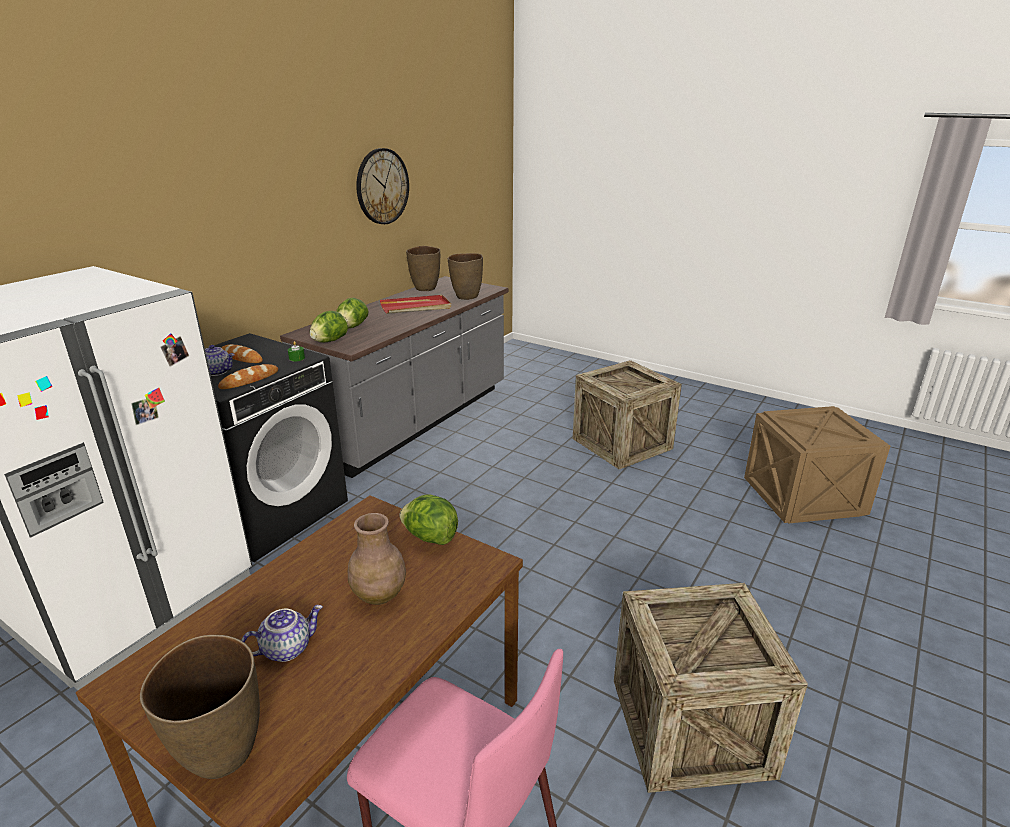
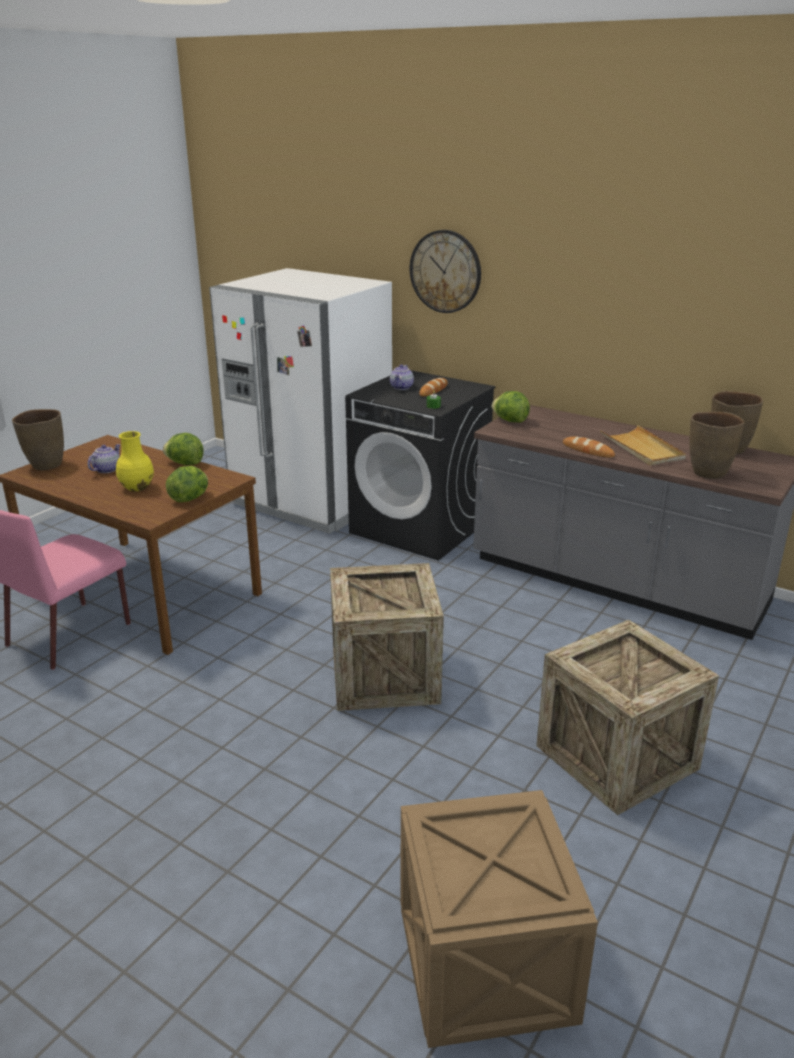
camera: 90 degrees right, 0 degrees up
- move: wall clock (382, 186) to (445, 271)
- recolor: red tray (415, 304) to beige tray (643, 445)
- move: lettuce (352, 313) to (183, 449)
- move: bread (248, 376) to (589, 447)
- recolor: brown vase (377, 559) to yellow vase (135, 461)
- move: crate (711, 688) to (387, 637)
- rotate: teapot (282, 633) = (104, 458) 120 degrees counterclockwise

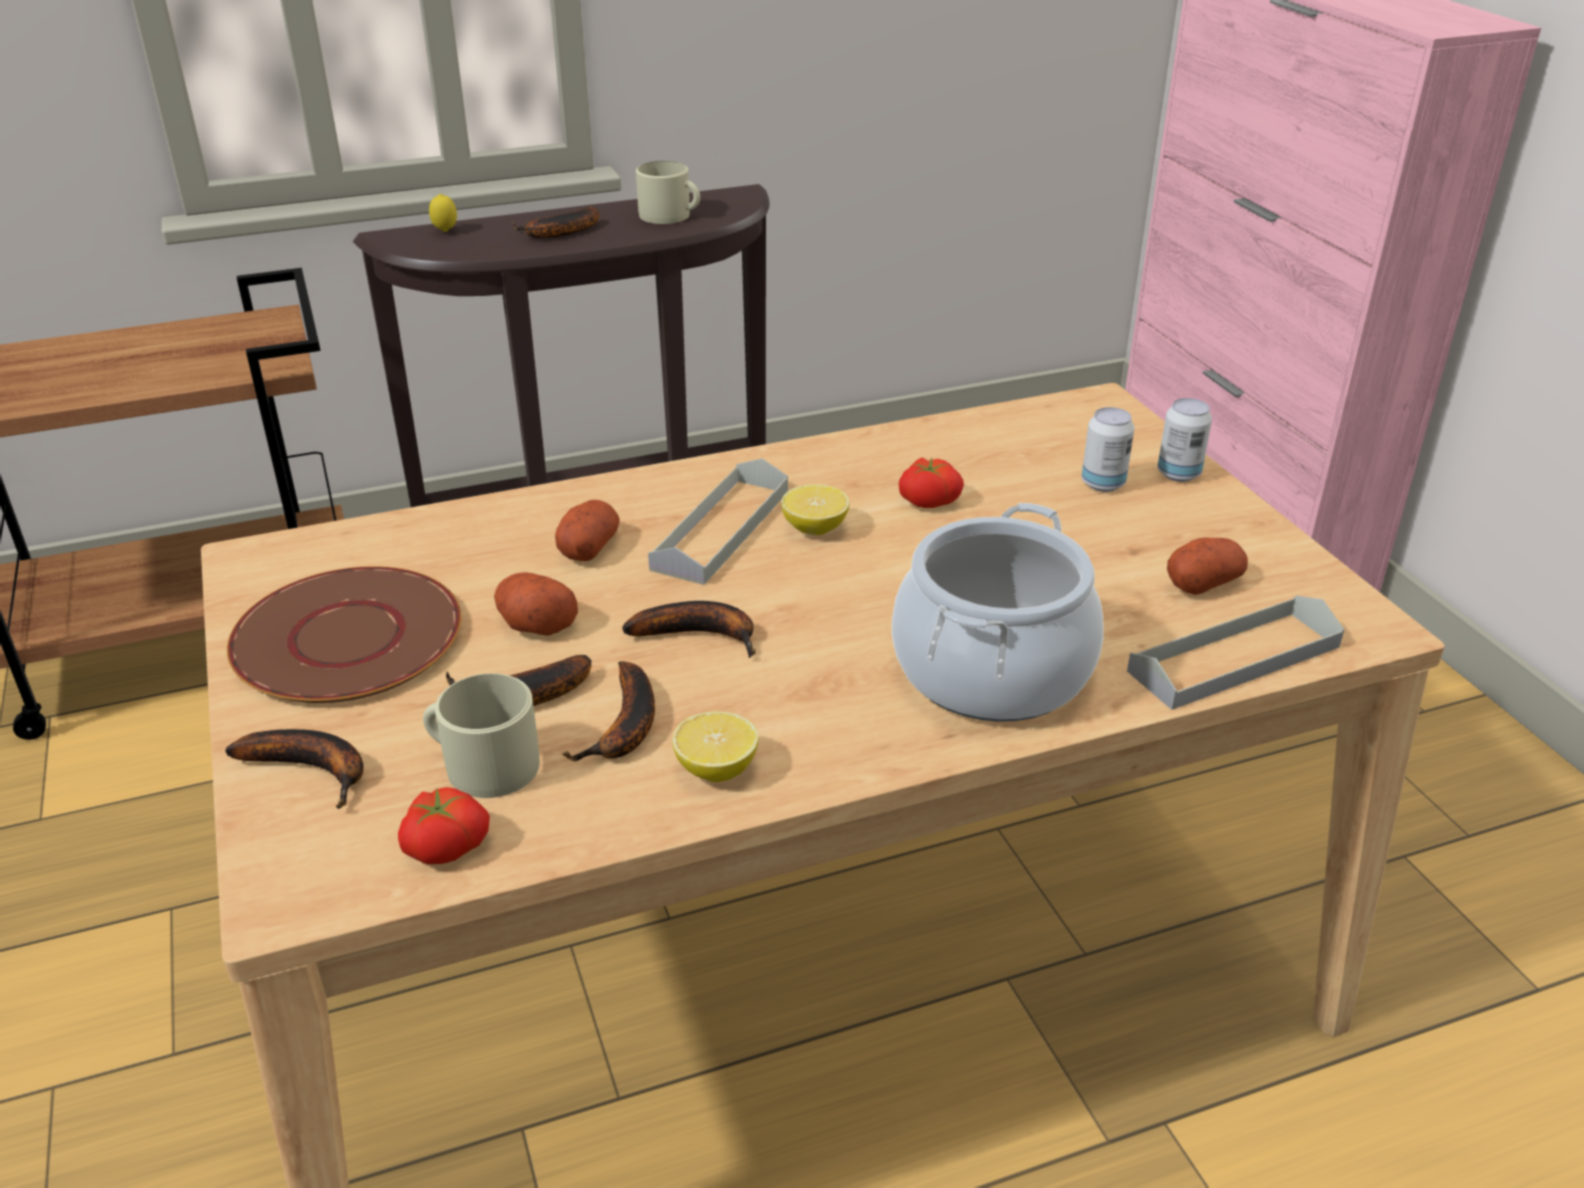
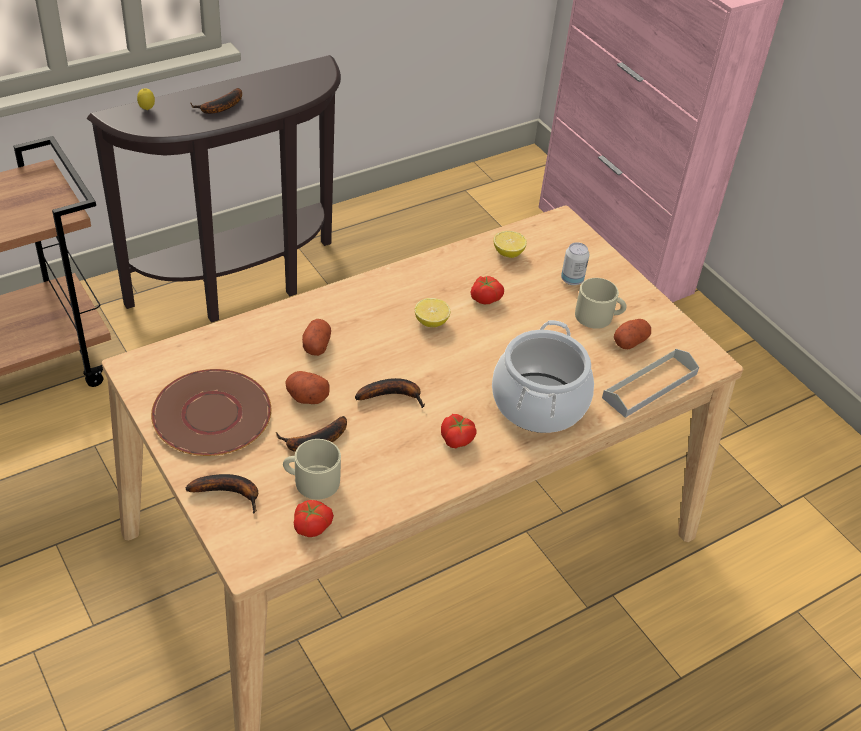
camera: 15 degrees left, 10 degrees up
- move: beige mug (668, 192) to (600, 303)
- delete: can (1184, 440)
- delete: grey tray (718, 521)
- delete: banana (608, 711)
- move: lemon (715, 746) to (510, 244)
- insert: tomato (459, 431)

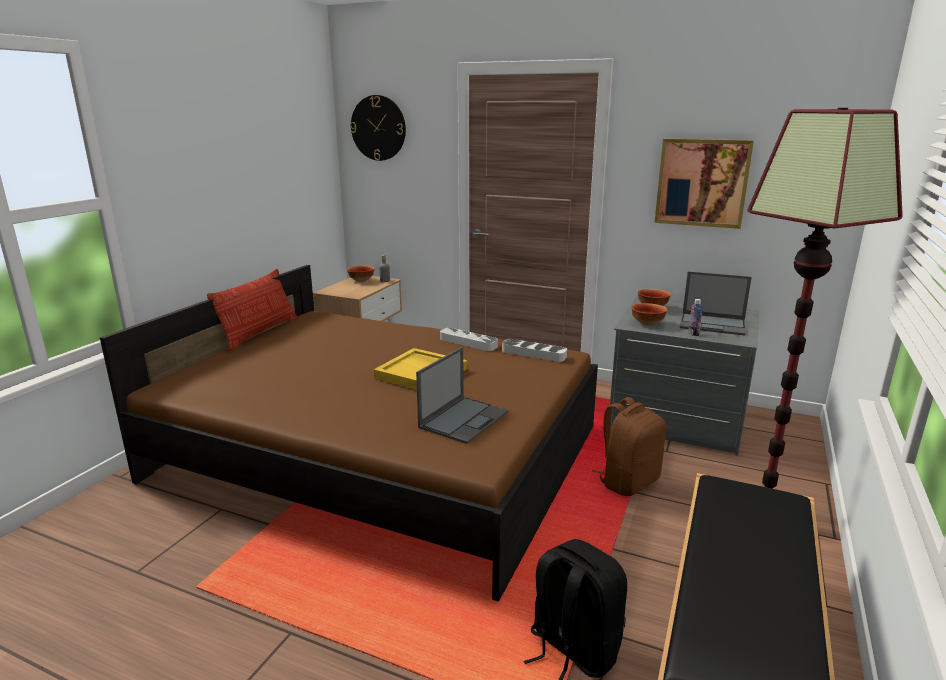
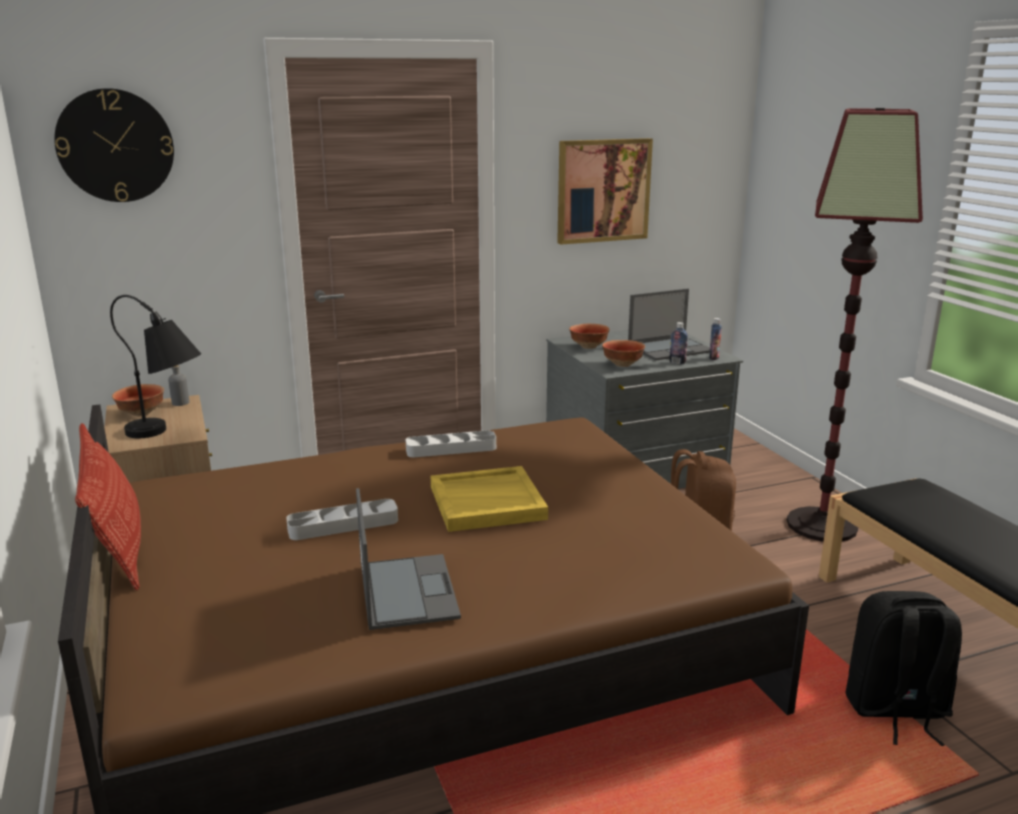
camera: 45 degrees left, 0 degrees up
- move: grey tray (534, 350) to (342, 519)
- move: laptop (462, 395) to (408, 559)
- insert: black table lamp (155, 366)
- insert: bottle (715, 339)

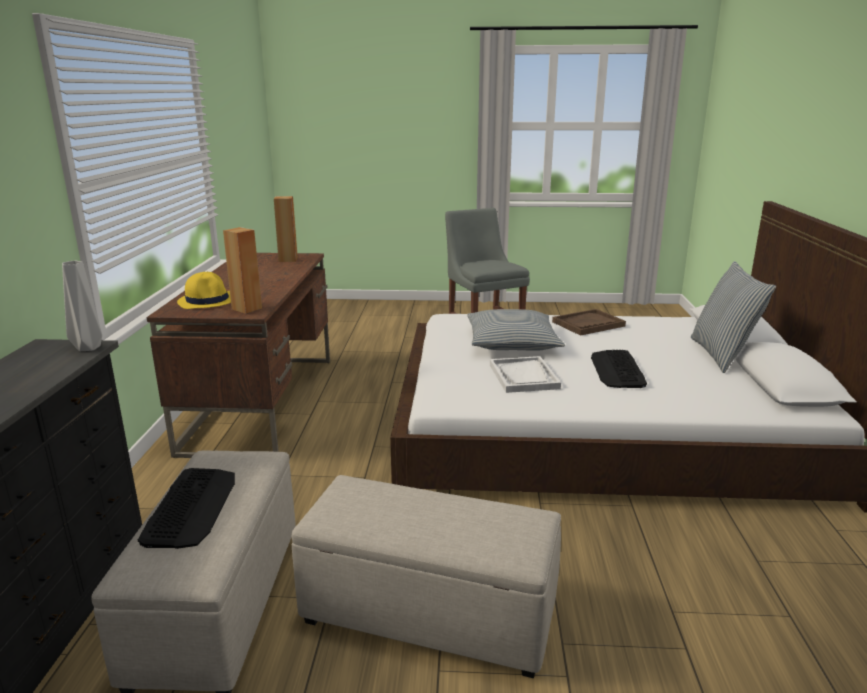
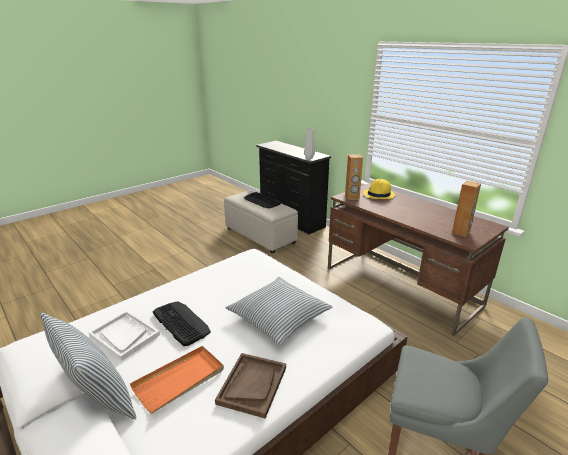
camera: 135 degrees right, 5 degrees up
- move: white tray (525, 374) to (124, 335)
- delete: beige ottoman (426, 576)
- insert: orange tray (177, 380)

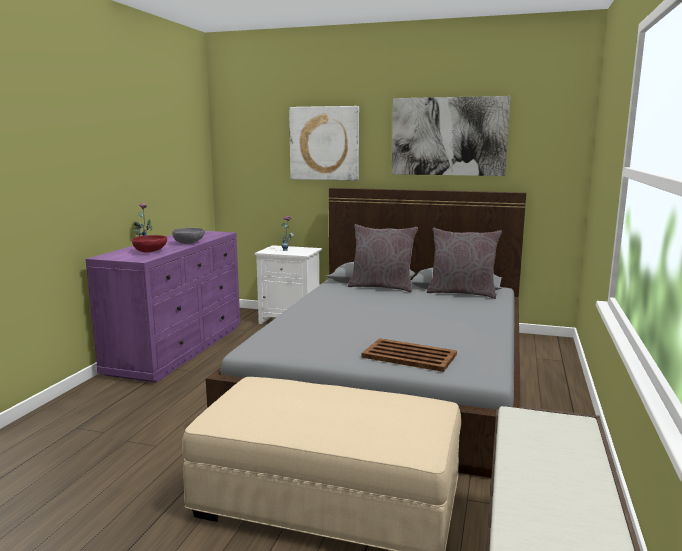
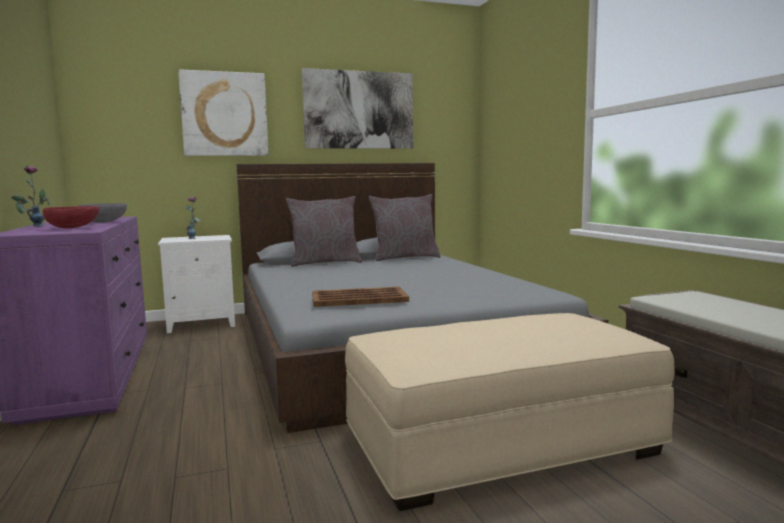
camera: 35 degrees left, 5 degrees down
- move: brown tray (409, 355) to (360, 297)

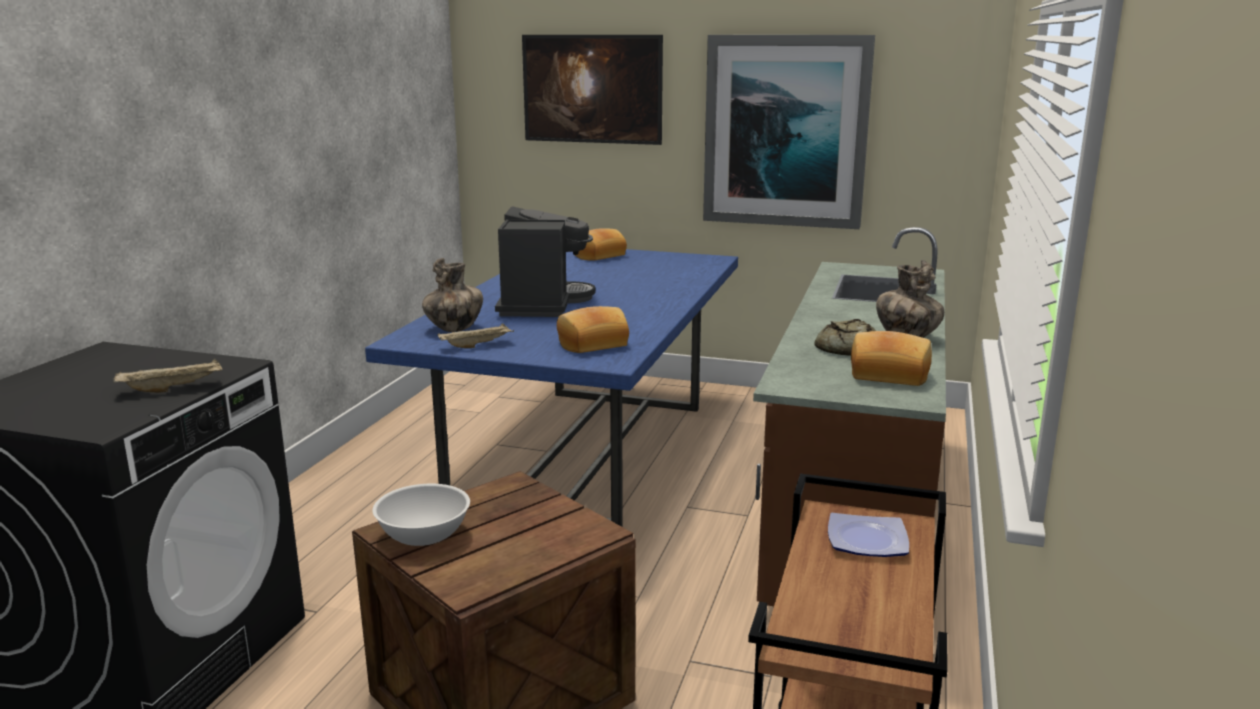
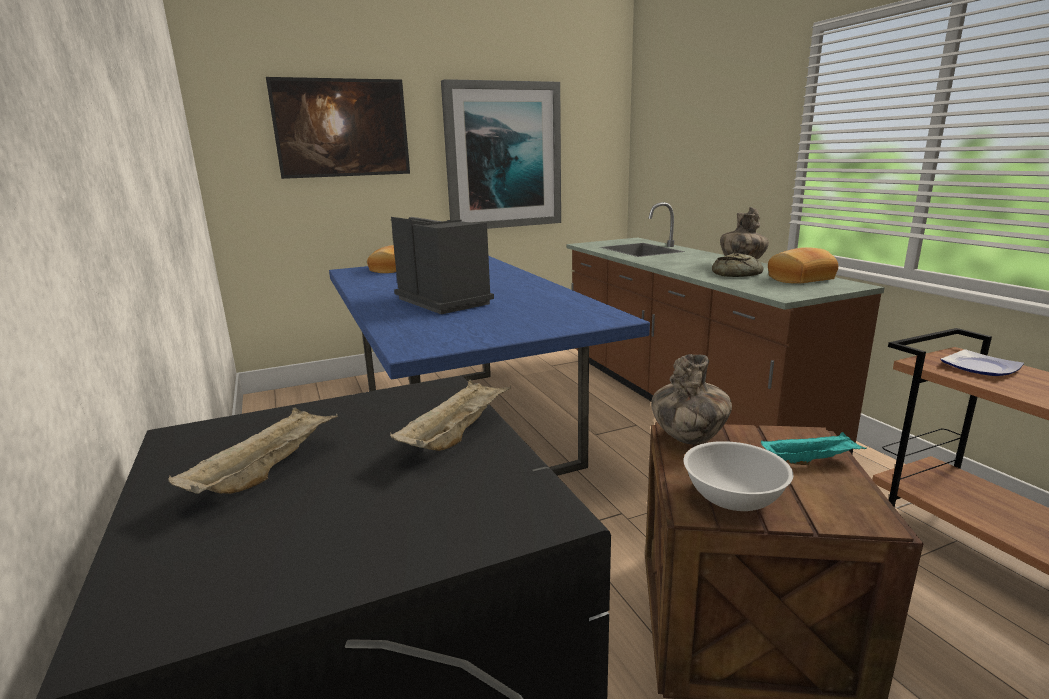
camera: 40 degrees left, 0 degrees up
- move: vase (452, 295) to (691, 399)
- delete: bread (593, 329)
- move: beige tray (475, 335) to (252, 450)
- insert: turquoise tray (814, 448)

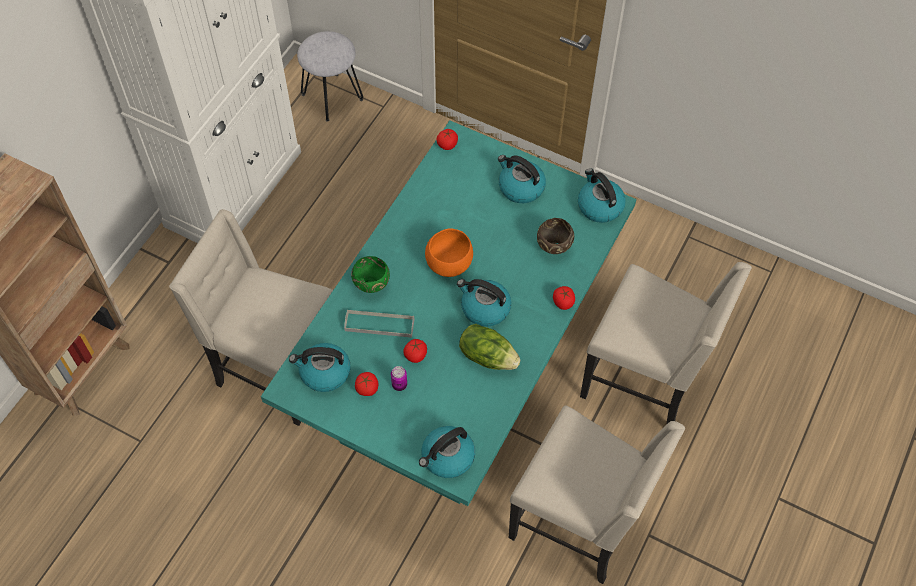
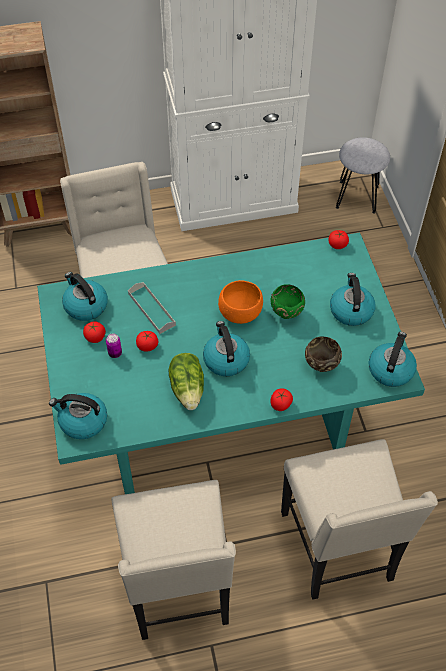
camera: 50 degrees right, 5 degrees down
- move: green bowl (370, 274) to (287, 301)

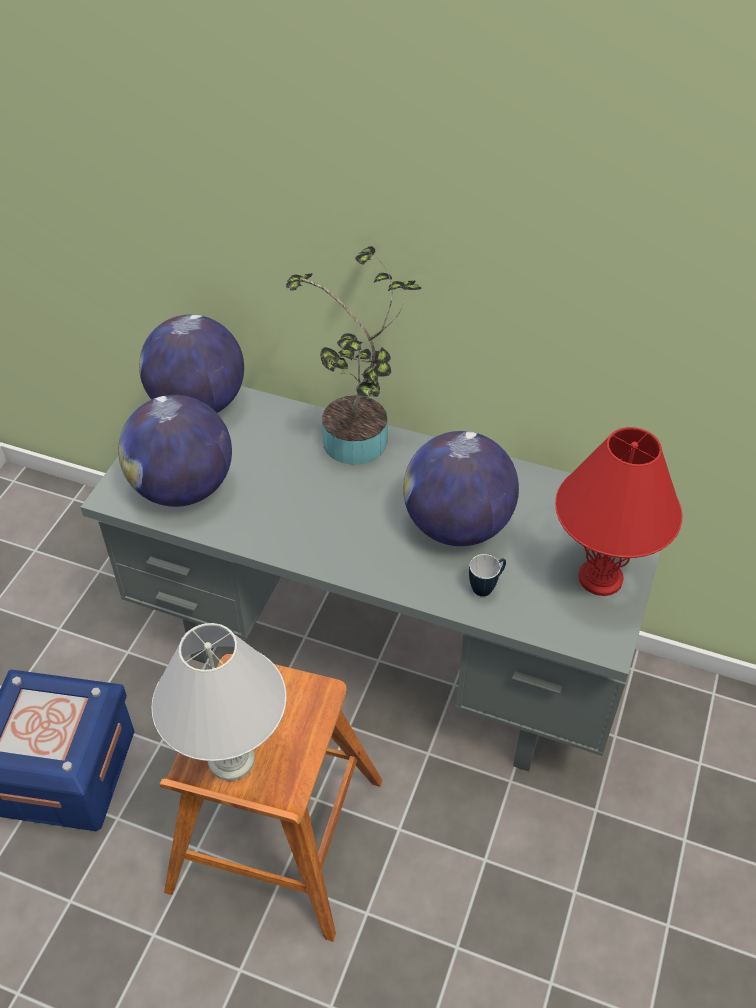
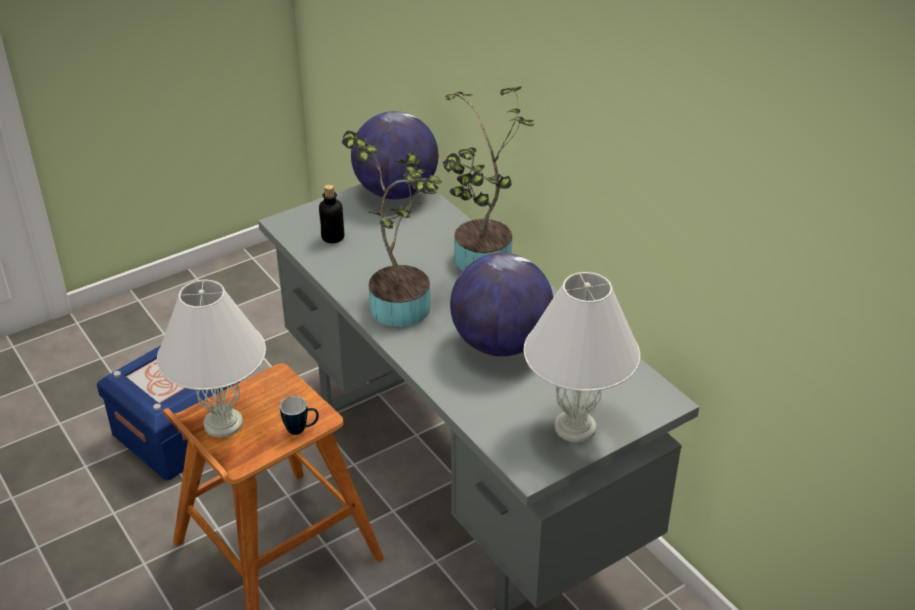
camera: 35 degrees right, 10 degrees down
- replace: globe (175, 451) to bottle (331, 213)
- recolor: red table lamp (618, 511) to white table lamp (582, 357)
- move: mug (487, 575) to (299, 415)
- insert: potted plant (392, 229)

